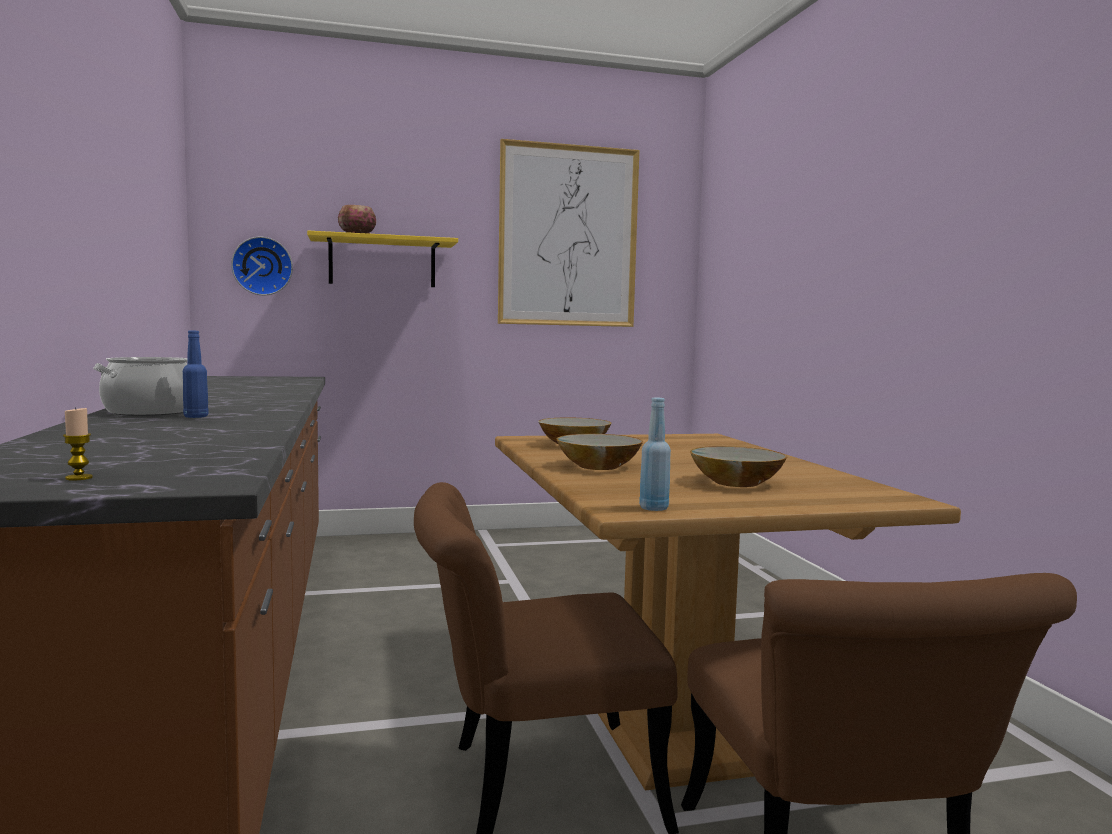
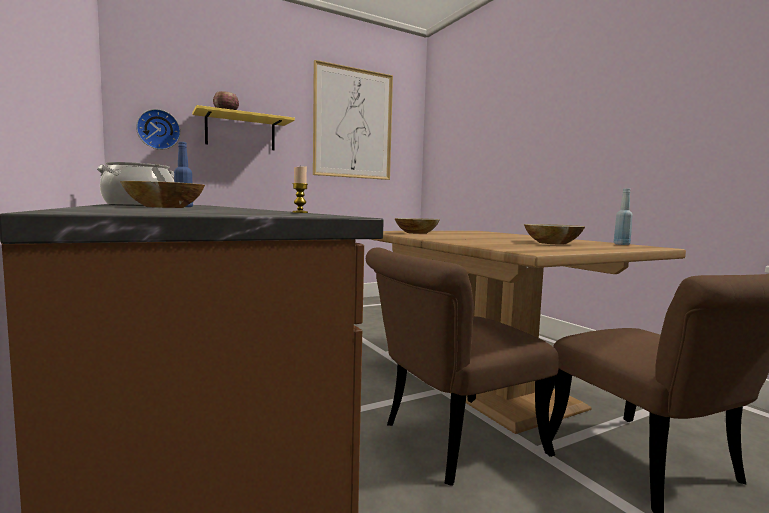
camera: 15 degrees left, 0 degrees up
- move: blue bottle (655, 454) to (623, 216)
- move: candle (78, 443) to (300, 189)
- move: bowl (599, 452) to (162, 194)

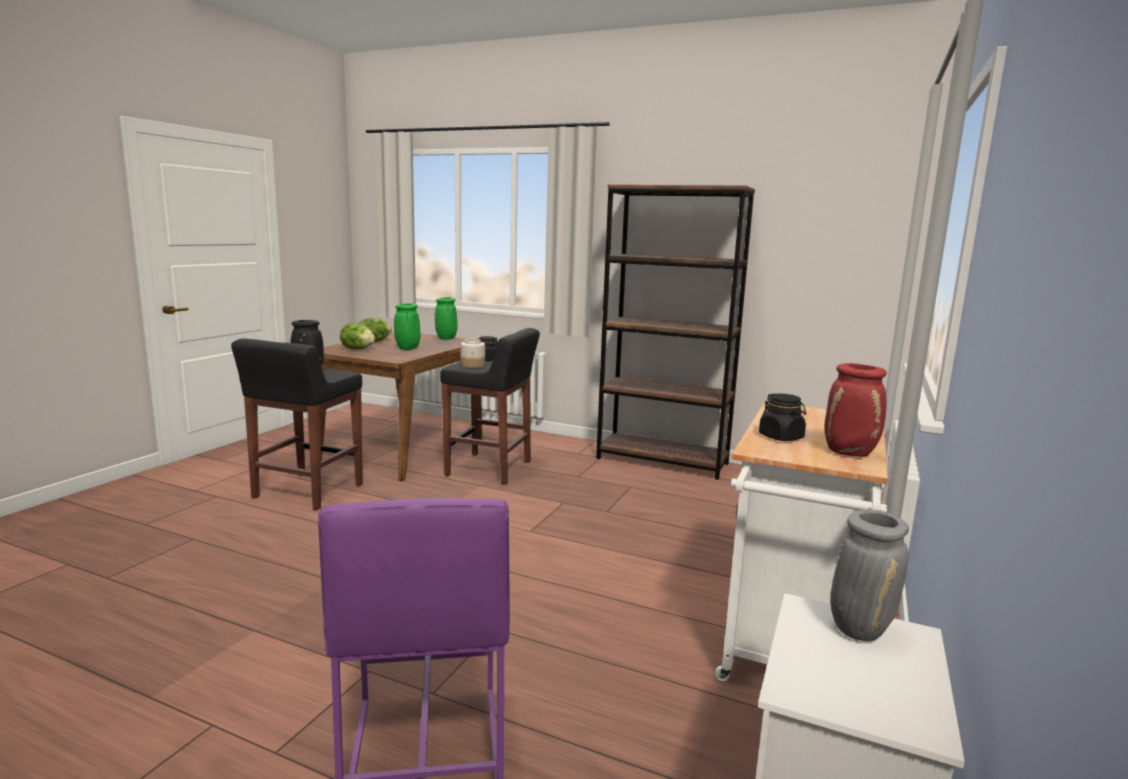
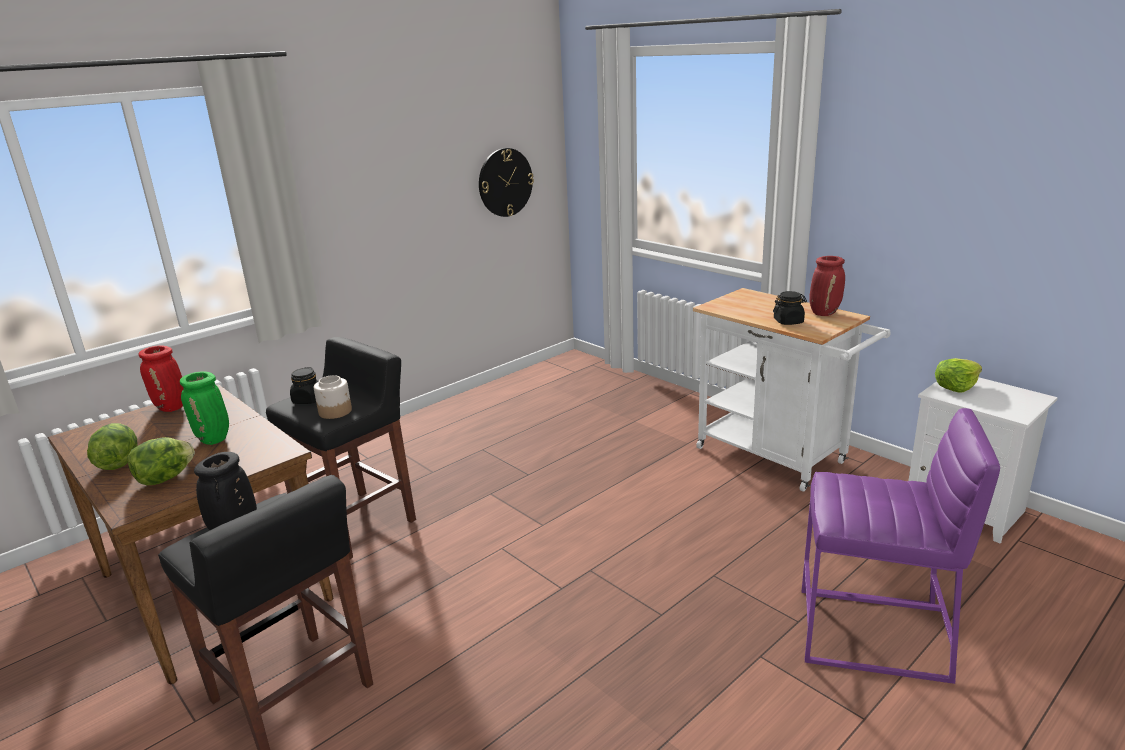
camera: 65 degrees left, 10 degrees up
- delete: brown bookcase (675, 332)
- recolor: green vase (446, 318) to red vase (161, 378)
- replace: grey vase (869, 575) to lettuce (958, 375)
- insert: wall clock (506, 182)

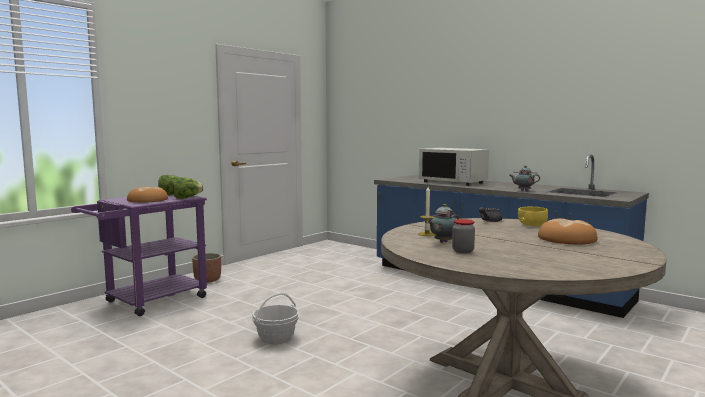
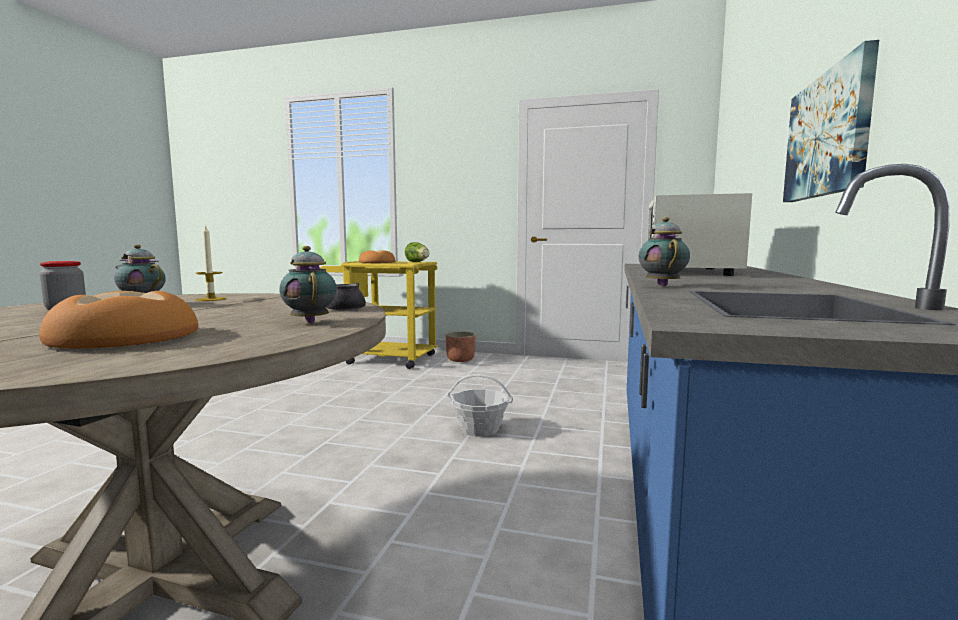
camera: 65 degrees right, 0 degrees up
- delete: lettuce (187, 188)
- recolor: purple cart (139, 255) to yellow cart (379, 315)
- replace: yellow bowl (533, 216) to teapot (308, 284)
- move: basket (275, 319) to (480, 405)
- insert: picture (831, 121)

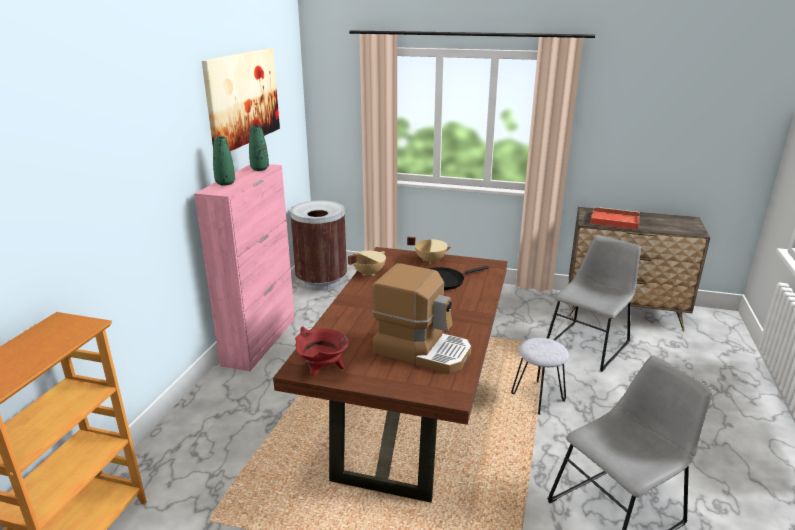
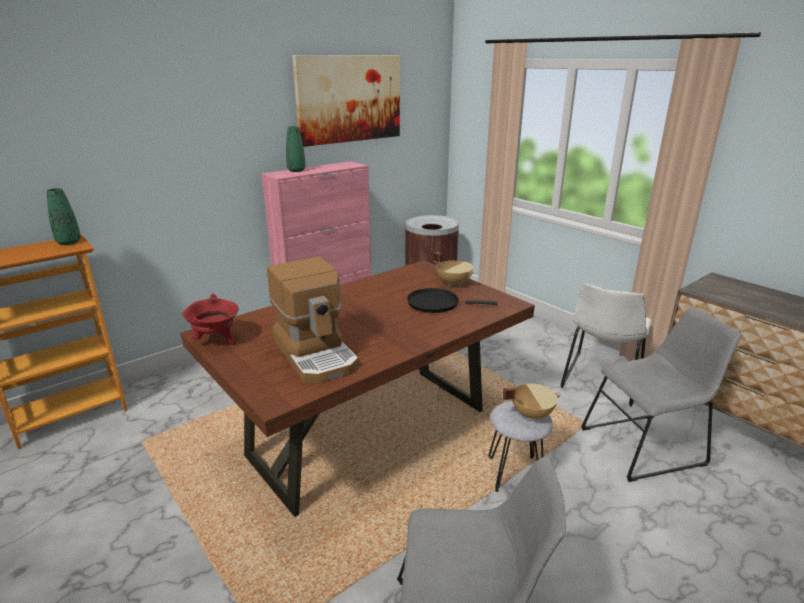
camera: 35 degrees right, 0 degrees up
- move: green vase (259, 148) to (64, 216)
- delete: red tray (615, 218)
- move: beige cooking pot (367, 263) to (532, 402)
- insert: white chair (606, 345)

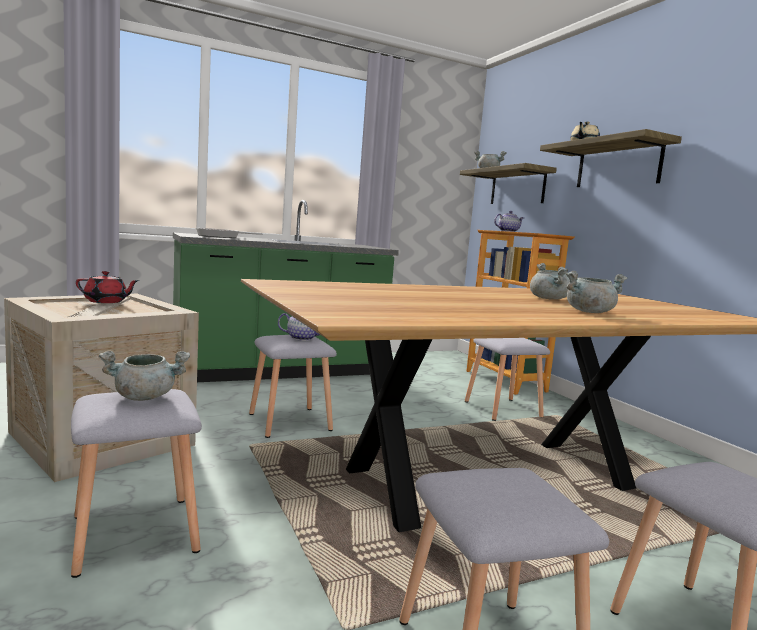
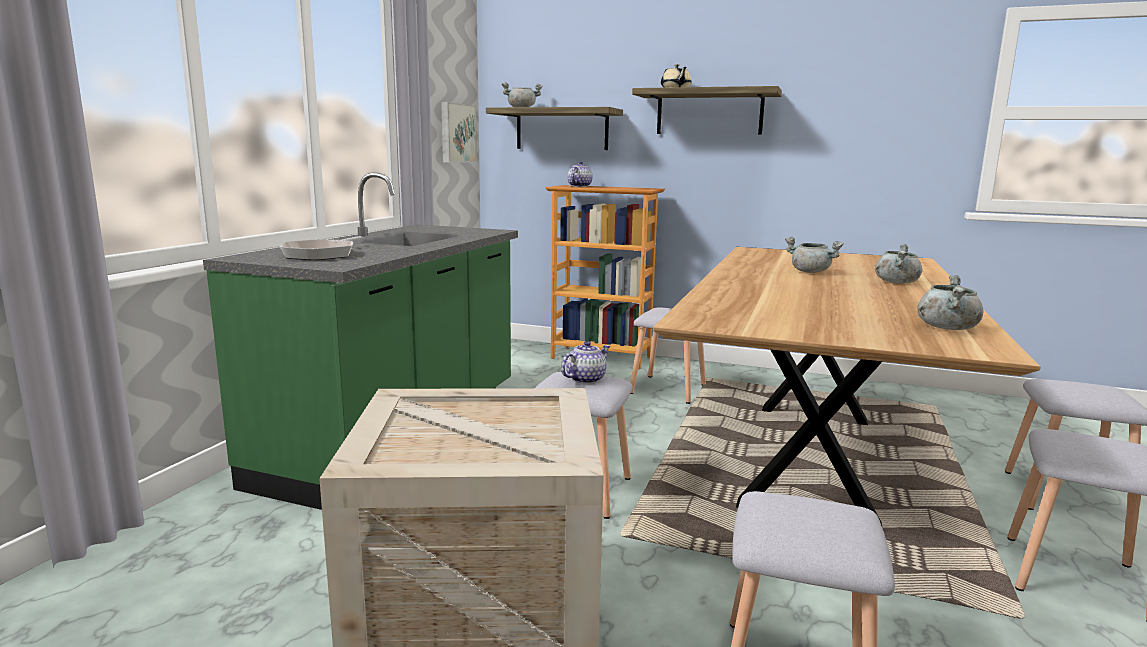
camera: 45 degrees left, 5 degrees up
- delete: red teapot (108, 287)
- move: grey cooking pot (144, 376) to (950, 302)
- insert: picture (459, 132)

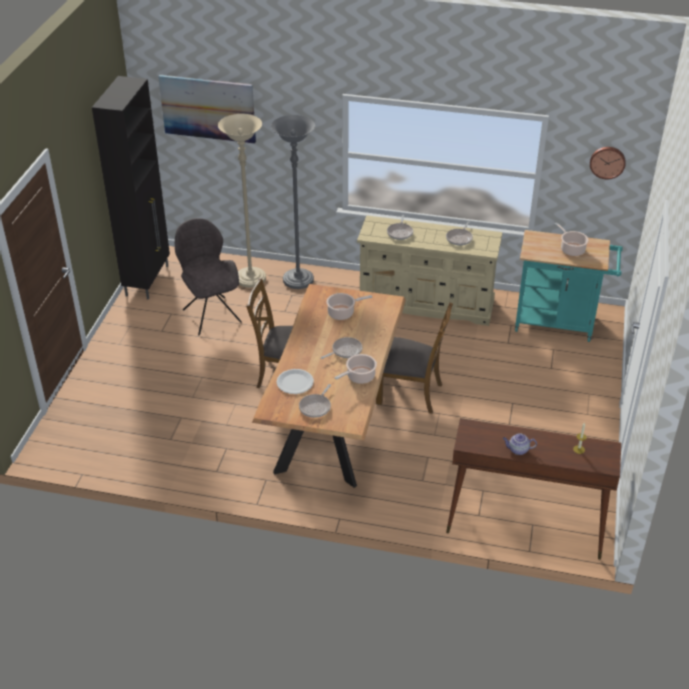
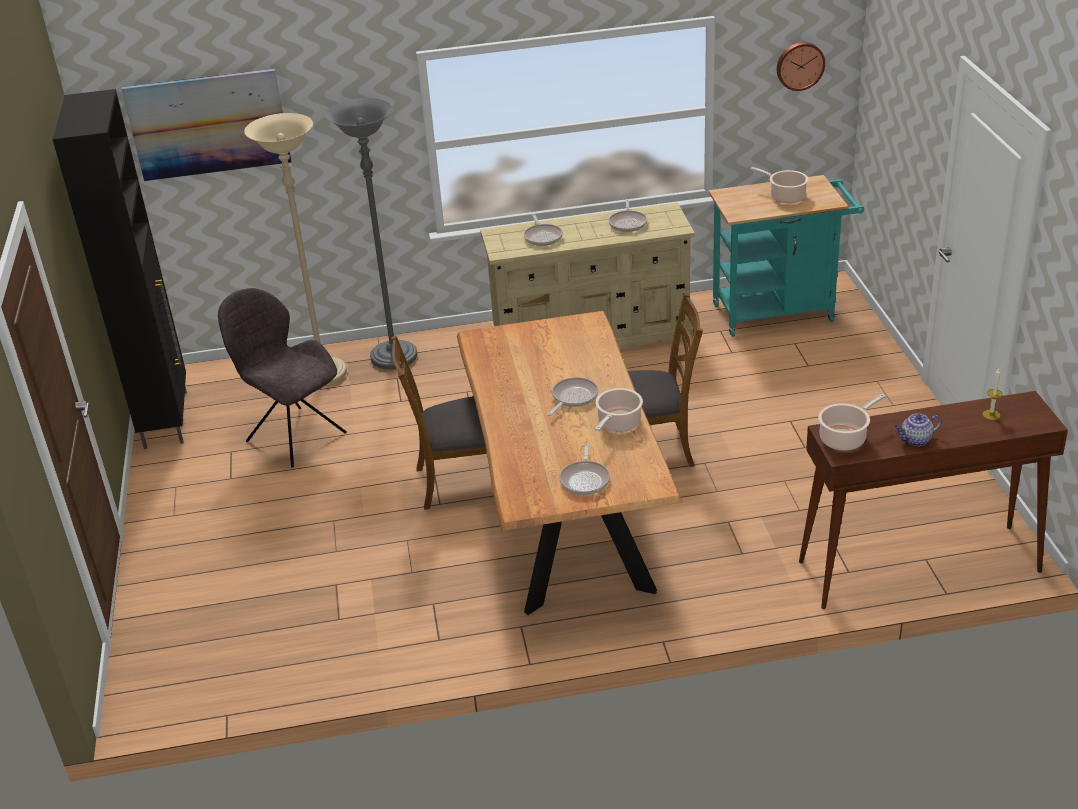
camera: 20 degrees left, 5 degrees down
- move: cooking pot (349, 306) to (852, 422)
- delete: white plate (295, 381)

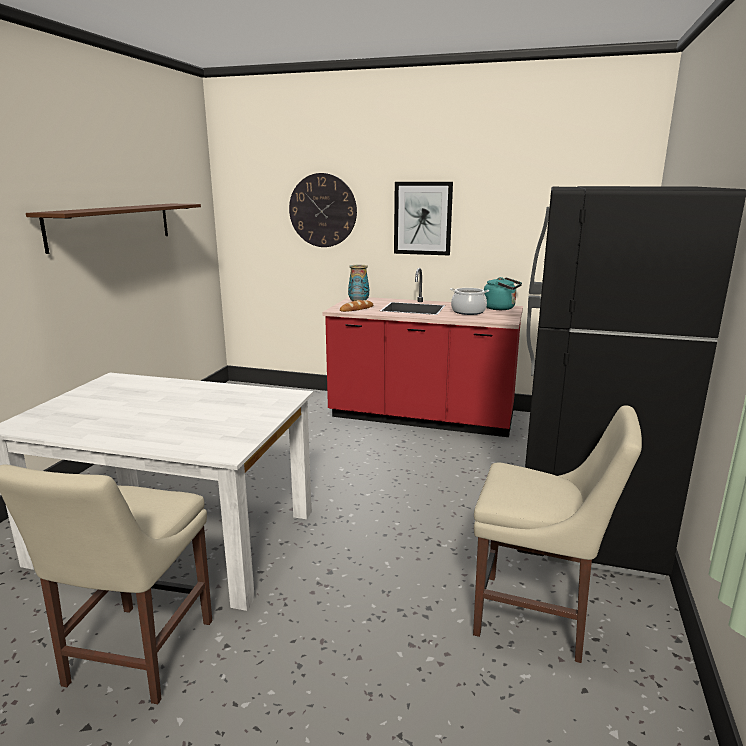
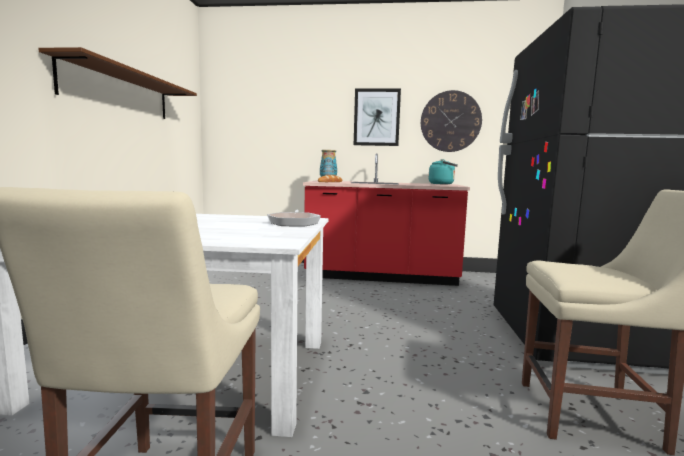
camera: 10 degrees left, 10 degrees down
- move: wall clock (323, 210) to (451, 121)
- delete: cooking pot (469, 301)
- insert: frying pan (294, 218)

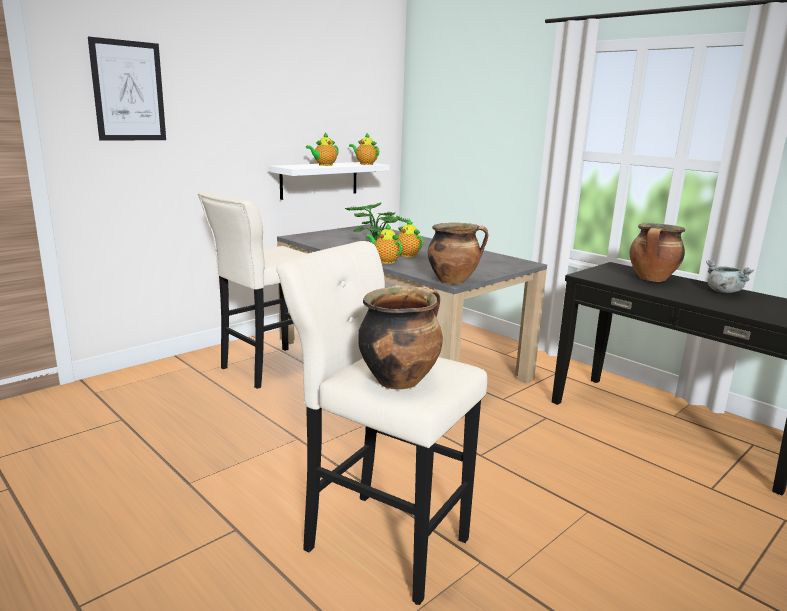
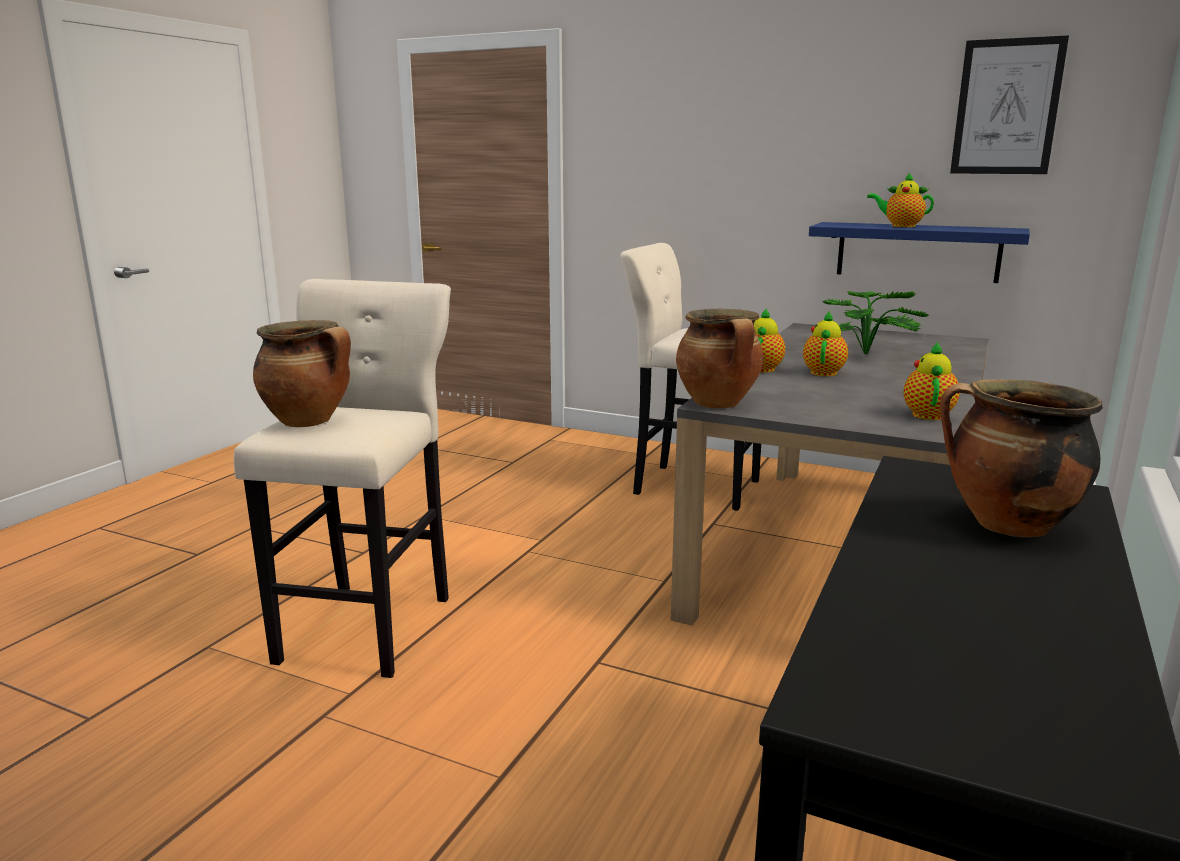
camera: 70 degrees right, 0 degrees up
- move: picture (127, 89) to (1009, 104)
- move: teapot (364, 149) to (931, 381)
- recolor: white shelf (329, 181) to blue shelf (919, 252)
- delete: grey cooking pot (730, 276)

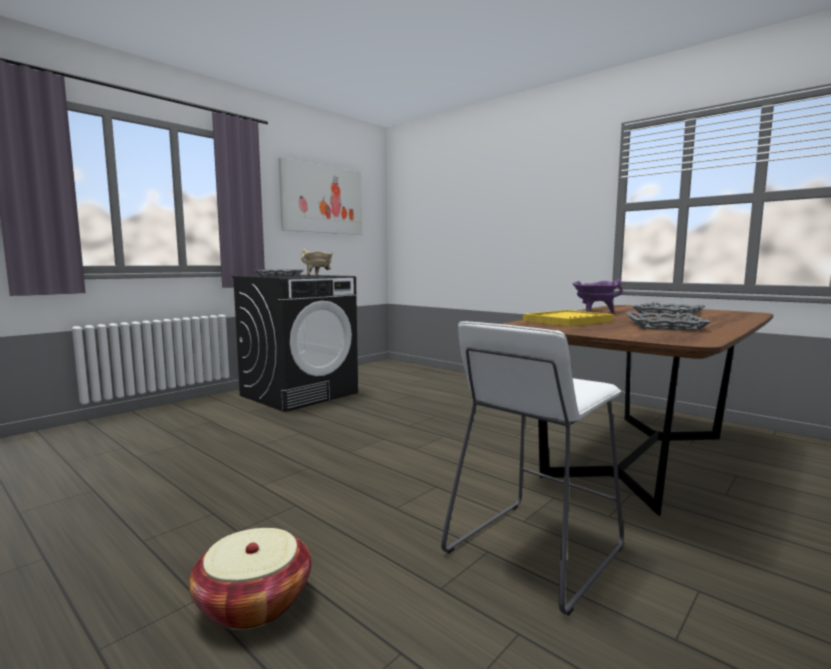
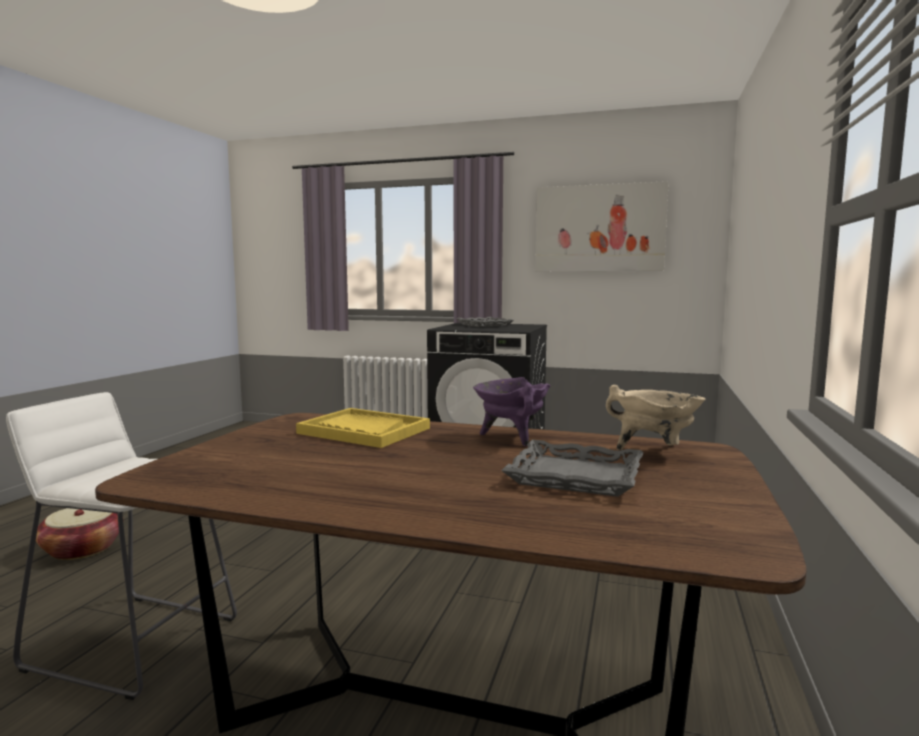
camera: 65 degrees right, 0 degrees up
- move: beige cooking pot (317, 262) to (656, 417)
- delete: grey tray (668, 321)

